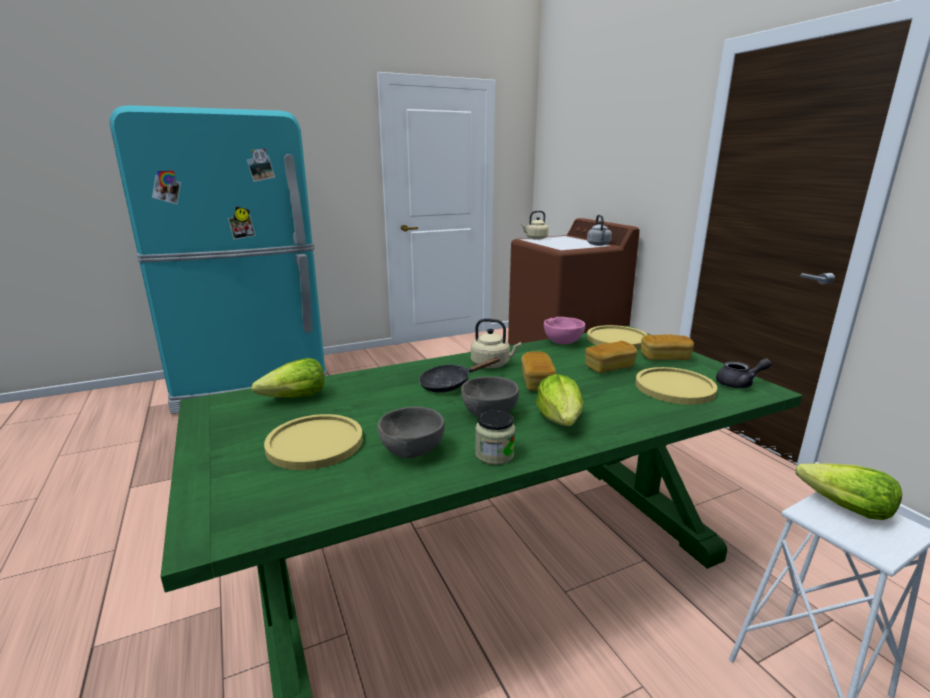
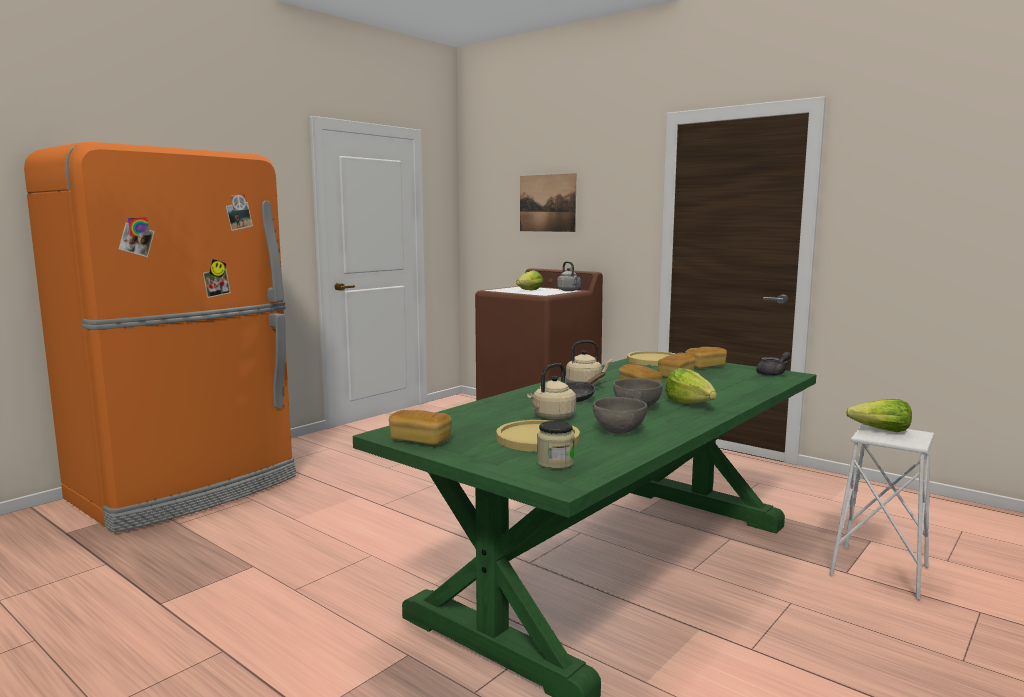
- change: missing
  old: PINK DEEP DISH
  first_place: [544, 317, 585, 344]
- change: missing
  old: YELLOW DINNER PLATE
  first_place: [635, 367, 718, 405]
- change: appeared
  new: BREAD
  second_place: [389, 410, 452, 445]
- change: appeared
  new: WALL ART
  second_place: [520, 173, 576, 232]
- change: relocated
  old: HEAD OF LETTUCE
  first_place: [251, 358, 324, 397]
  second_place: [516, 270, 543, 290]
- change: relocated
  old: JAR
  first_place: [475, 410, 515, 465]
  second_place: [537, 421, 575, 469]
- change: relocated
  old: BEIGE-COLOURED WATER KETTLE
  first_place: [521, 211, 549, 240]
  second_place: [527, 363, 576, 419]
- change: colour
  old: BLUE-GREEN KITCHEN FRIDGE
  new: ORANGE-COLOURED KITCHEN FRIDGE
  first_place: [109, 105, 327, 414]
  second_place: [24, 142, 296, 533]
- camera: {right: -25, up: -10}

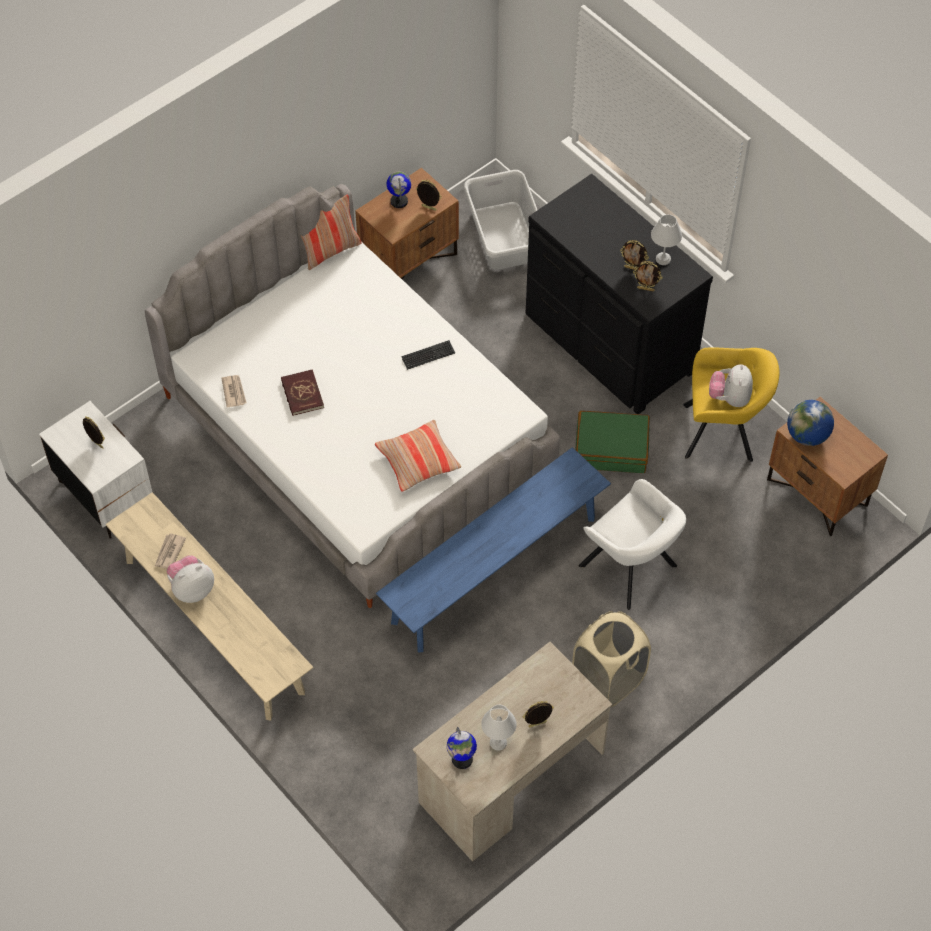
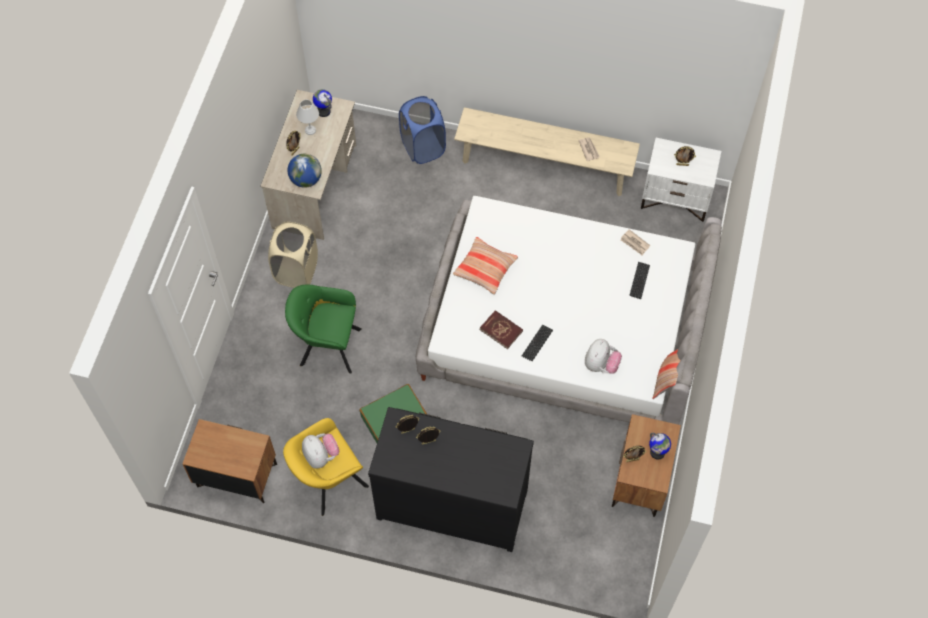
- change: missing
  old: BLUE BENCH
  first_place: [376, 447, 611, 652]
- change: missing
  old: GRAY HAMPER
  first_place: [463, 170, 537, 270]
- change: missing
  old: WHITISH TABLE LAMP
  first_place: [651, 214, 682, 265]
- change: appeared
  new: BLUE HAMPER
  second_place: [399, 96, 446, 164]
- change: appeared
  new: PC KEYBOARD
  second_place: [629, 262, 650, 299]
- change: relocated
  old: PLUSH TOY
  first_place: [167, 555, 214, 603]
  second_place: [585, 339, 622, 374]
- change: relocated
  old: RED BOOK
  first_place: [281, 369, 324, 416]
  second_place: [480, 310, 523, 349]
- change: relocated
  old: WORLD GLOBE
  first_place: [787, 400, 834, 446]
  second_place: [288, 154, 322, 188]
- change: colour
  old: WHITISH ARMCHAIR
  new: GREENISH ARMCHAIR
  first_place: [579, 479, 686, 610]
  second_place: [285, 284, 362, 374]
- camera: {right: 145, up: 5}

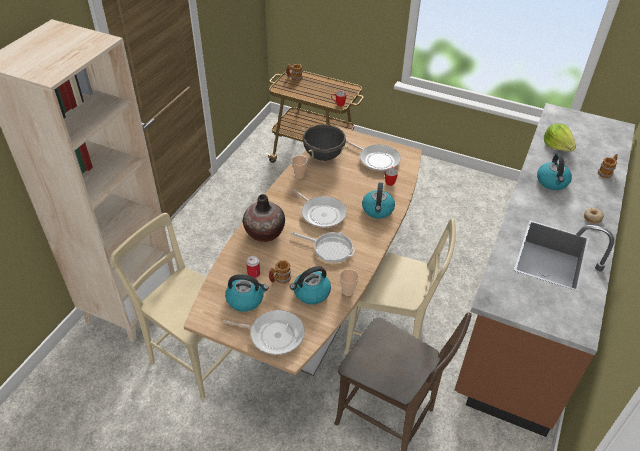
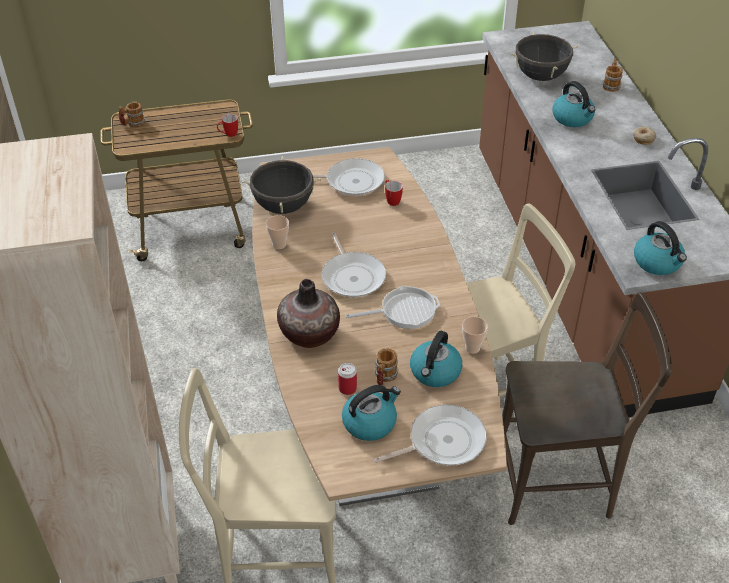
- change: relocated
  old: WATER KETTLE
  first_place: [362, 182, 395, 218]
  second_place: [634, 221, 687, 275]
- change: exchanged
  old: HEAD OF LETTUCE
  new: BLACK-COLOURED COOKING POT
  first_place: [544, 123, 576, 151]
  second_place: [510, 32, 578, 81]
- change: spun
  old: FRYING PAN
  first_place: [292, 188, 347, 228]
  second_place: [322, 232, 386, 297]
  degrees: 60
- camera: {right: -35, up: 0}

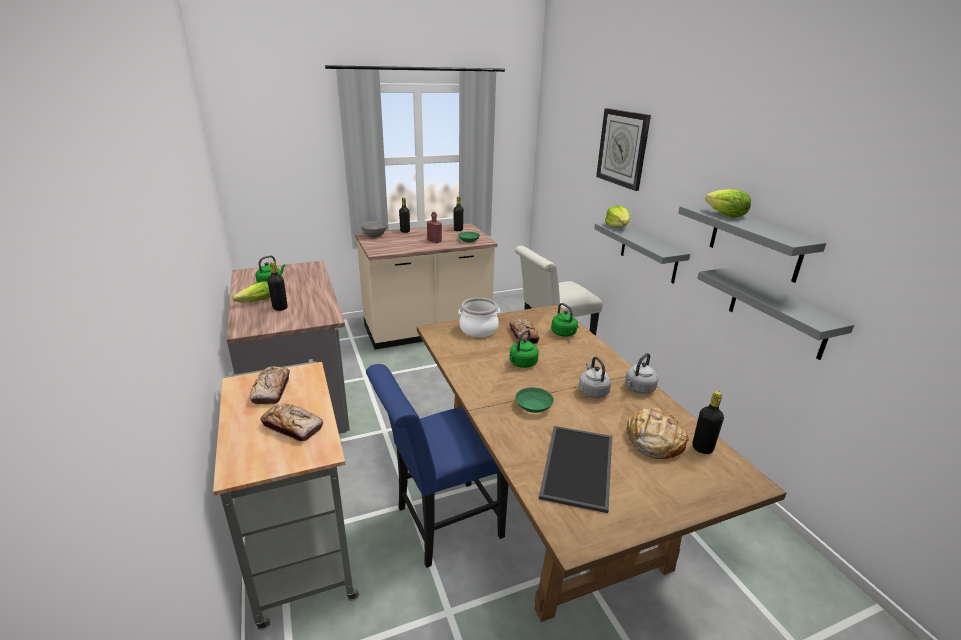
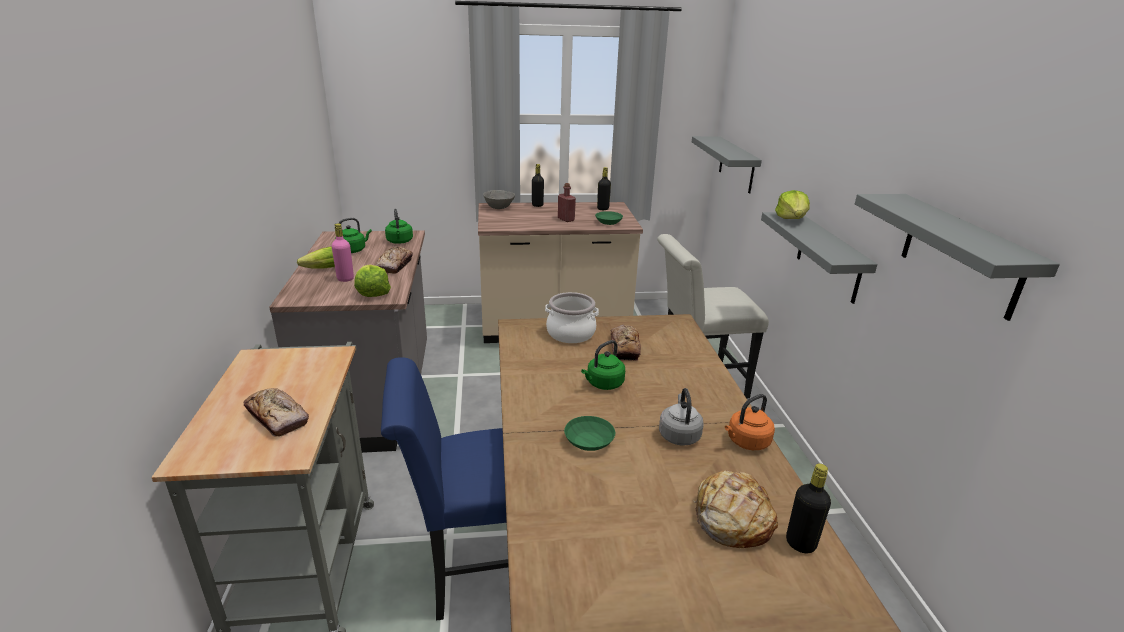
- change: missing
  old: CARRYING TRAY
  first_place: [539, 426, 612, 513]
- change: missing
  old: WALL CLOCK
  first_place: [596, 108, 651, 191]
- change: relocated
  old: BREAD
  first_place: [250, 366, 290, 405]
  second_place: [375, 246, 413, 274]
- change: relocated
  old: GREENISH WATER KETTLE
  first_place: [551, 303, 578, 337]
  second_place: [385, 209, 413, 244]
- change: relocated
  old: GRAY WALL SHELF
  first_place: [697, 268, 854, 360]
  second_place: [692, 136, 762, 193]
- change: relocated
  old: HEAD OF LETTUCE
  first_place: [705, 189, 751, 217]
  second_place: [354, 264, 391, 297]
- change: colour
  old: BLACK-COLOURED BEVERAGE BOTTLE
  new: PINK BEVERAGE BOTTLE
  first_place: [267, 261, 288, 311]
  second_place: [332, 223, 354, 282]
- change: colour
  old: GRAY WATER KETTLE
  new: ORANGE-COLOURED WATER KETTLE
  first_place: [625, 353, 658, 394]
  second_place: [725, 394, 775, 450]
- camera: {right: 15, up: 0}

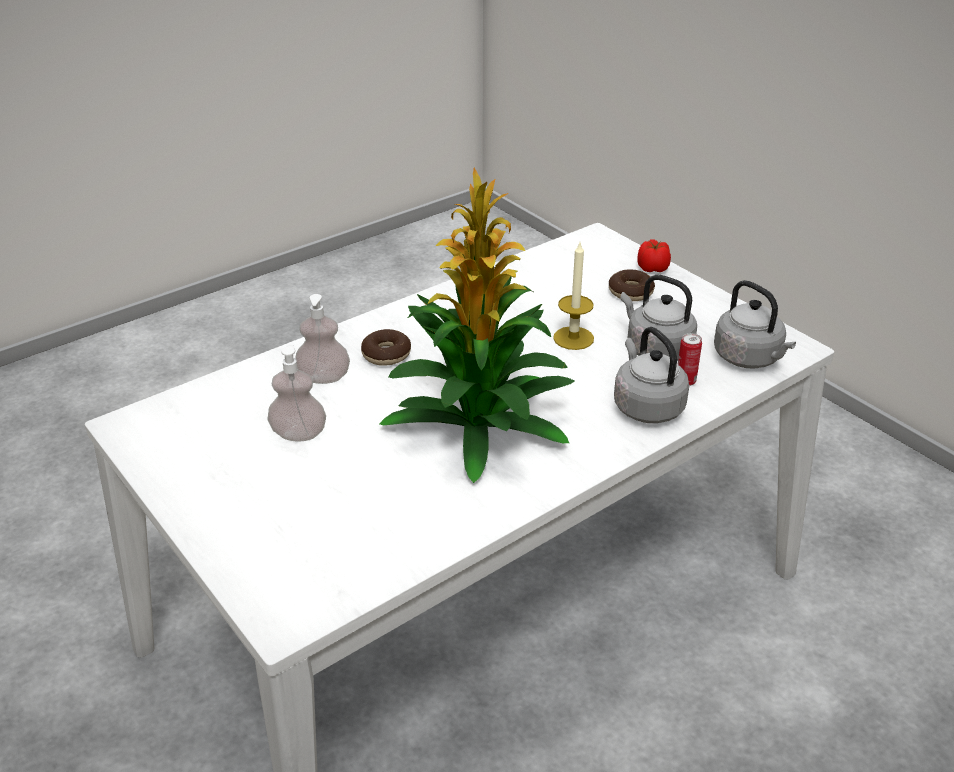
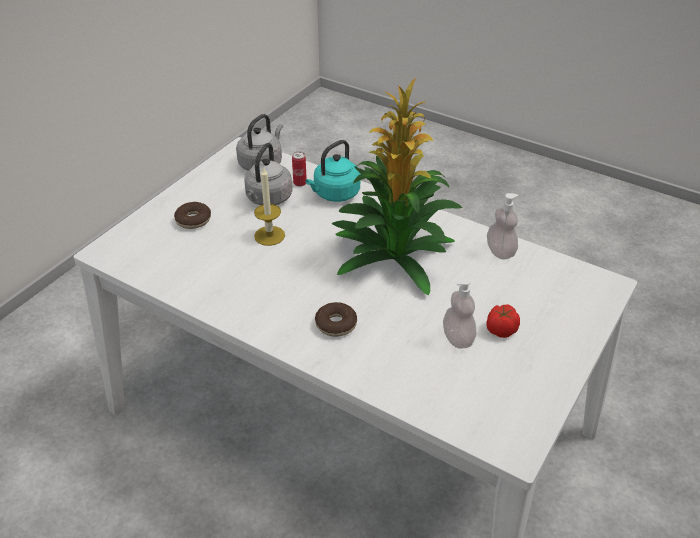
- change: relocated
  old: LIQUID SOAP BOTTLE
  first_place: [295, 294, 350, 384]
  second_place: [487, 193, 518, 259]
- change: relocated
  old: TOMATO
  first_place: [638, 239, 671, 272]
  second_place: [486, 304, 520, 338]
- change: colour
  old: GRAY WATER KETTLE
  new: BLUE-GREEN WATER KETTLE
  first_place: [614, 327, 689, 423]
  second_place: [305, 140, 360, 202]
- camera: {right: -110, up: 5}

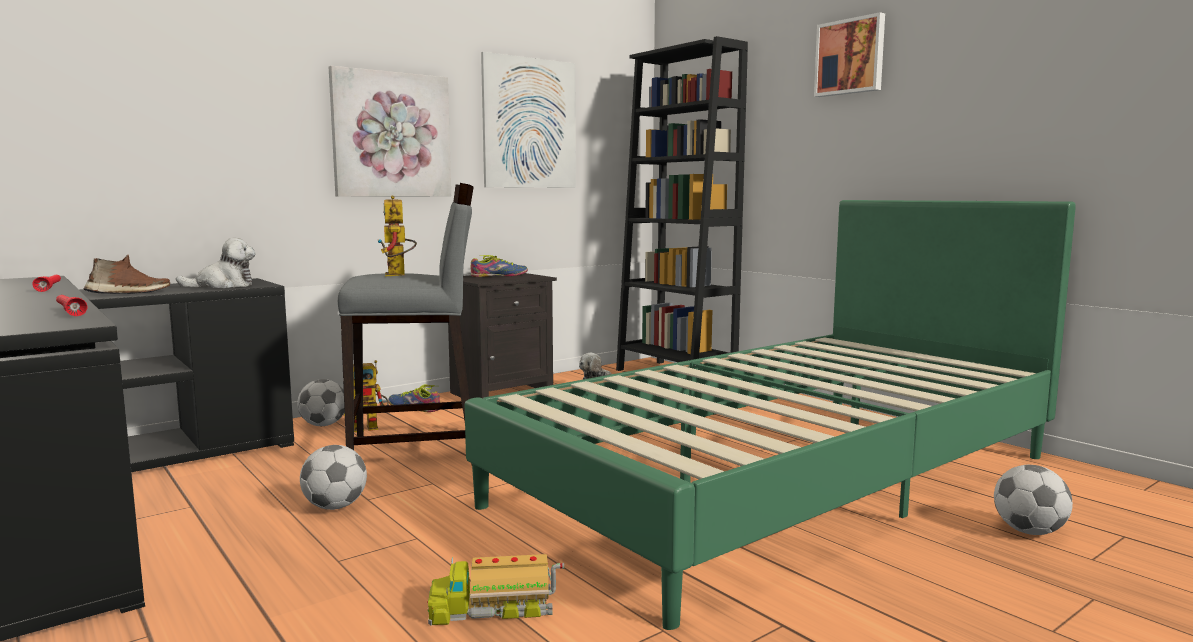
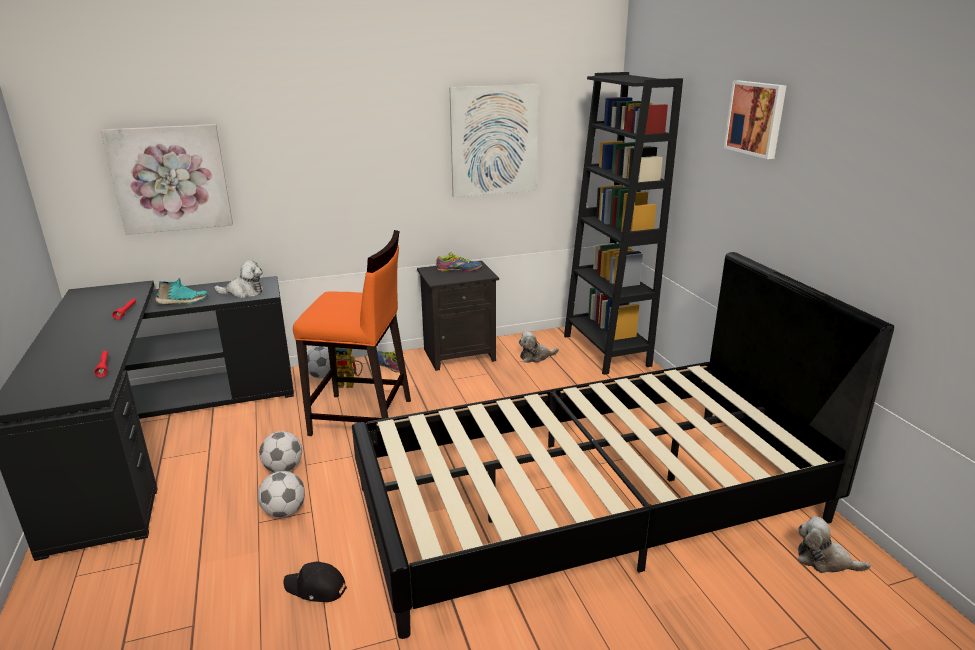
- change: missing
  old: MODEL ROBOT
  first_place: [377, 196, 417, 277]
- change: appeared
  new: PLUSH TOY
  second_place: [798, 516, 871, 573]
- change: relocated
  old: WALL ART
  first_place: [329, 66, 451, 197]
  second_place: [101, 124, 233, 235]
- change: relocated
  old: BALL FOR FOOTBALL
  first_place: [994, 465, 1073, 535]
  second_place: [258, 471, 305, 518]
- change: exchanged
  old: TOY LORRY
  new: BLACK-COLOURED BASEBALL CAP
  first_place: [428, 554, 564, 625]
  second_place: [283, 561, 347, 602]
- change: colour
  old: BROWNISH LOW SHOE
  new: BLUE-GREEN LOW SHOE
  first_place: [84, 254, 170, 294]
  second_place: [155, 278, 208, 305]
- change: colour
  old: GRAY STOOL SEAT
  new: ORANGE-COLOURED STOOL SEAT
  first_place: [338, 183, 474, 464]
  second_place: [293, 230, 411, 436]
- change: colour
  old: GREENISH SLEEPING BED
  new: BLACK-COLOURED SLEEPING BED
  first_place: [465, 200, 1076, 630]
  second_place: [352, 252, 894, 639]
- camera: {right: 20, up: 15}

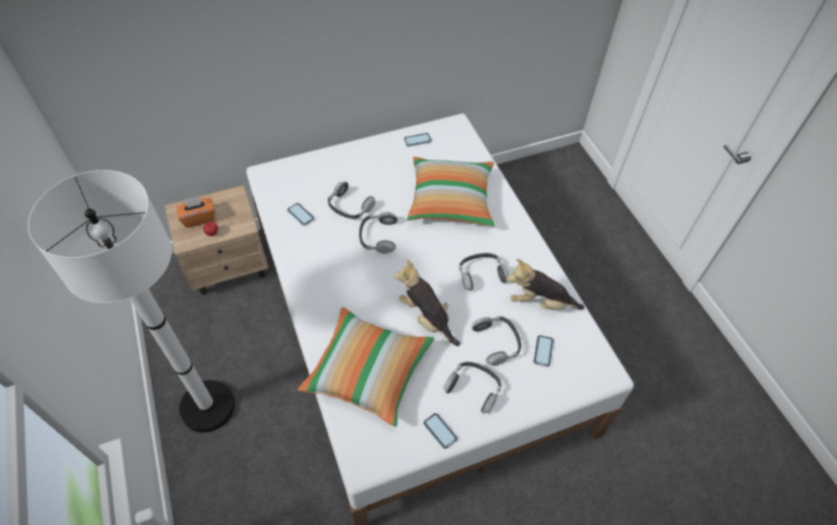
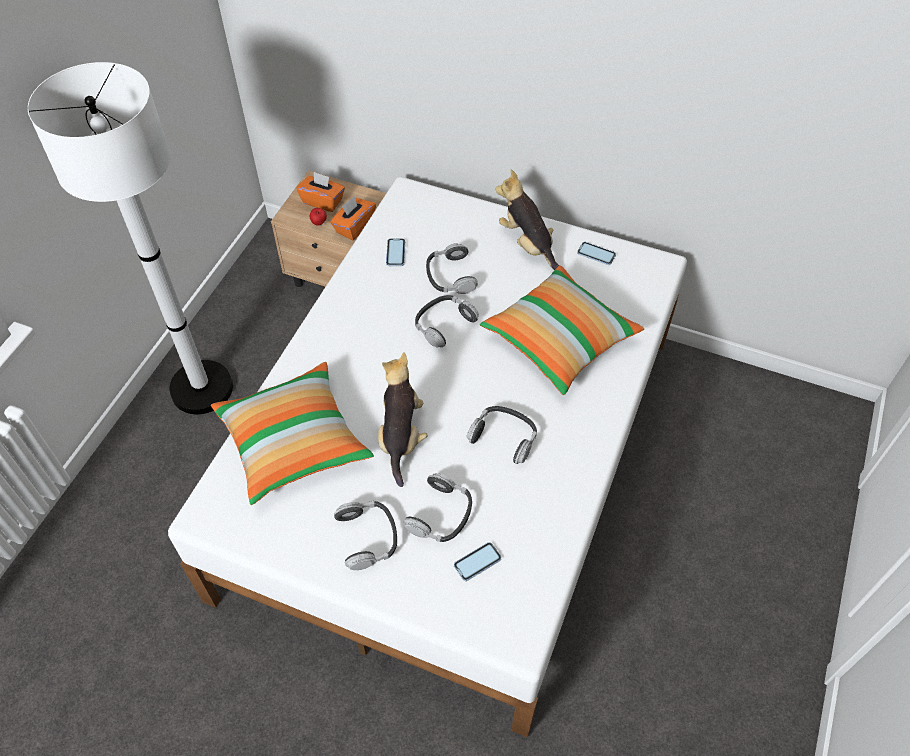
- change: missing
  old: PHONE
  first_place: [423, 413, 458, 449]
- change: appeared
  new: ORANGE-COLOURED TISSUE HOLDER
  second_place: [330, 196, 376, 240]
- change: relocated
  old: PLUSH TOY
  first_place: [507, 259, 584, 311]
  second_place: [495, 170, 559, 270]
- camera: {right: 45, up: 0}

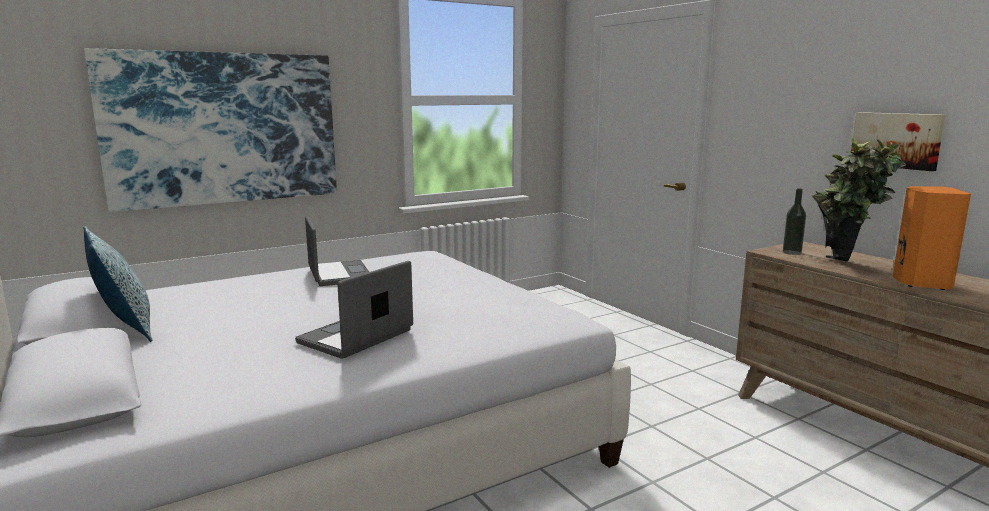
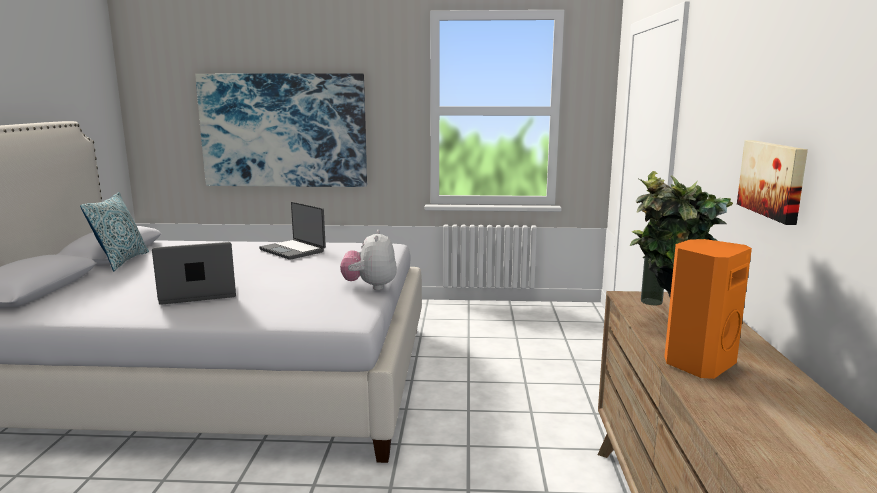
- change: appeared
  new: PLUSH TOY
  second_place: [340, 230, 397, 290]
- change: spun
  old: NOTEBOOK COMPUTER
  first_place: [305, 216, 369, 286]
  second_place: [259, 202, 326, 260]
  degrees: 120
- camera: {right: 35, up: 0}

